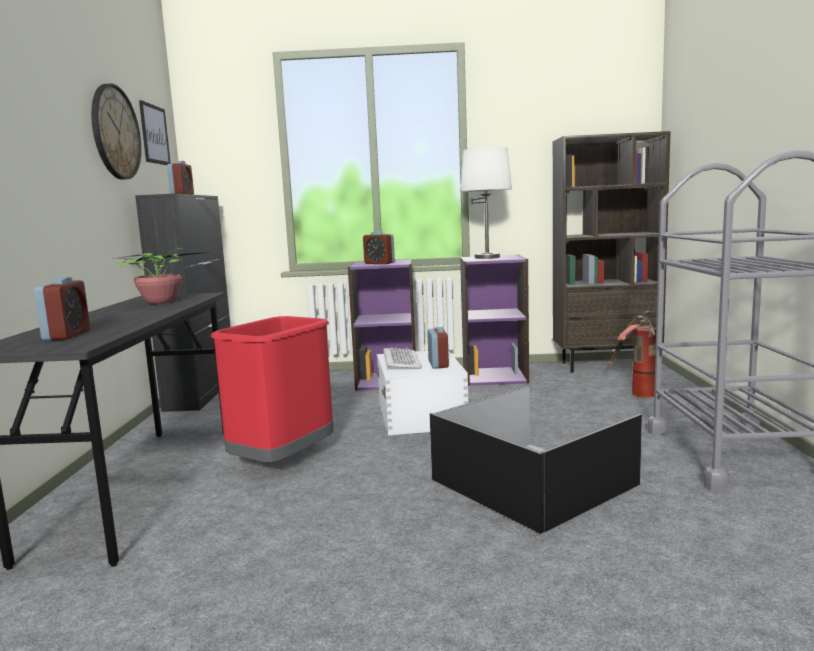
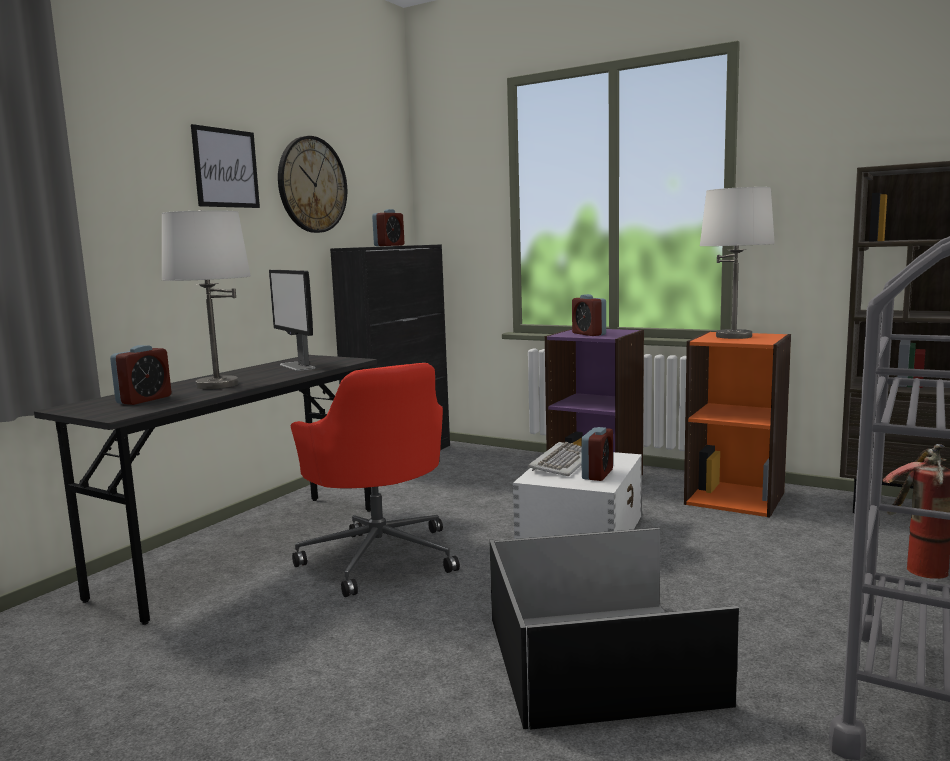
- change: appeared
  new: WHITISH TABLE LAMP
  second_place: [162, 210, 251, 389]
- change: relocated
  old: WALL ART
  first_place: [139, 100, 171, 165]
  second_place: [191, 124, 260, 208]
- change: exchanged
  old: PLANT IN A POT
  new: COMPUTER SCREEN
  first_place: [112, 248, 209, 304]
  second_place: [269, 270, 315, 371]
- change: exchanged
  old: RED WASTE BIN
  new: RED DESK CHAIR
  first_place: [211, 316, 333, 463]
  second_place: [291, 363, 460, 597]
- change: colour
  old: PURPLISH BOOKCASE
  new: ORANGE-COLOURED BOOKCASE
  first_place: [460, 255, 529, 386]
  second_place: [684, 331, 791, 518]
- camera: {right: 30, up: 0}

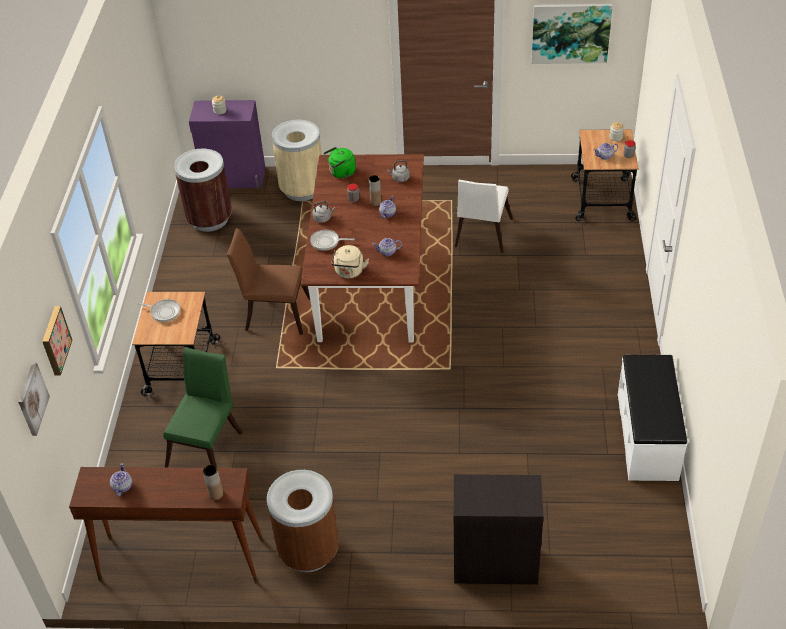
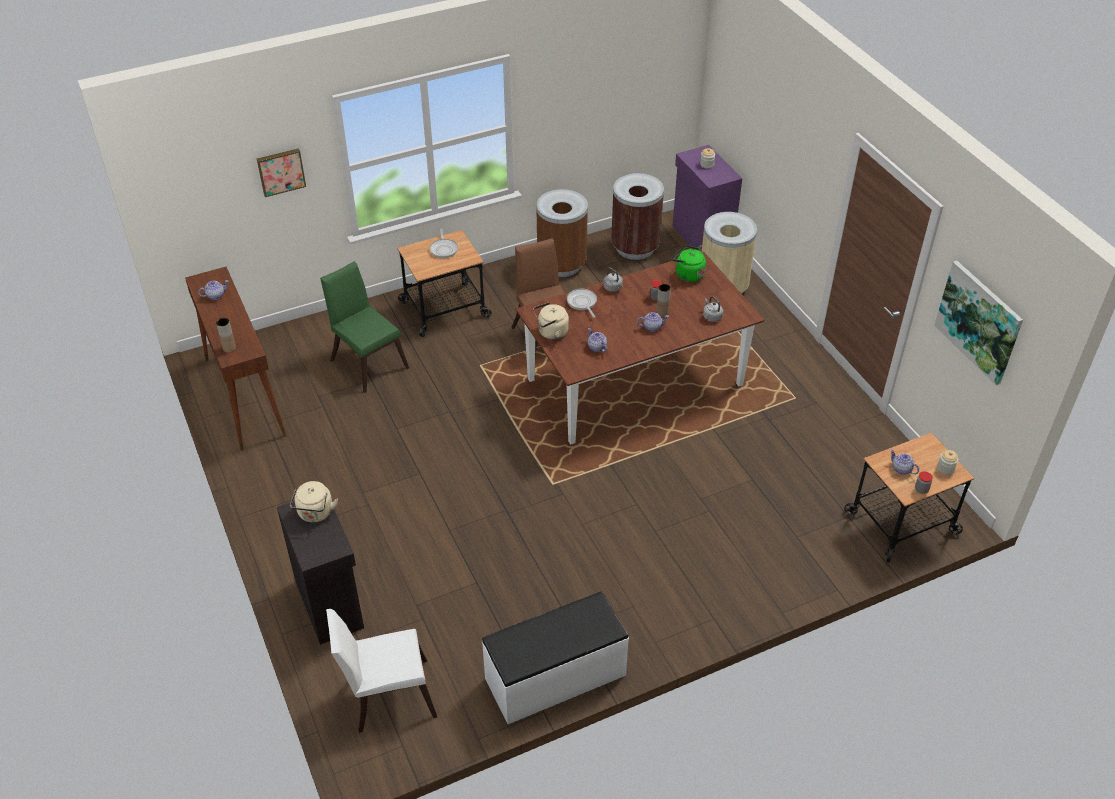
- change: missing
  old: WALL ART
  first_place: [18, 362, 50, 436]
- change: appeared
  new: BEIGE-COLOURED WATER KETTLE
  second_place: [290, 481, 338, 522]
- change: relocated
  old: BROWNISH WASTE BIN
  first_place: [267, 470, 339, 572]
  second_place: [536, 189, 588, 277]
- change: relocated
  old: WHITISH PLAIN CHAIR
  first_place: [455, 180, 513, 253]
  second_place: [326, 609, 437, 733]
- change: spun
  old: GREENISH PLAIN CHAIR
  first_place: [163, 347, 242, 468]
  second_place: [320, 261, 409, 393]
  degrees: -120
- camera: {right: 60, up: 0}

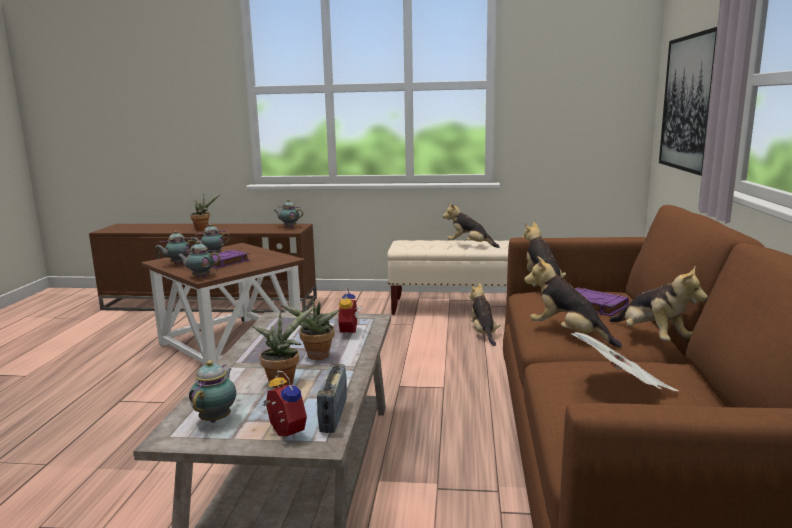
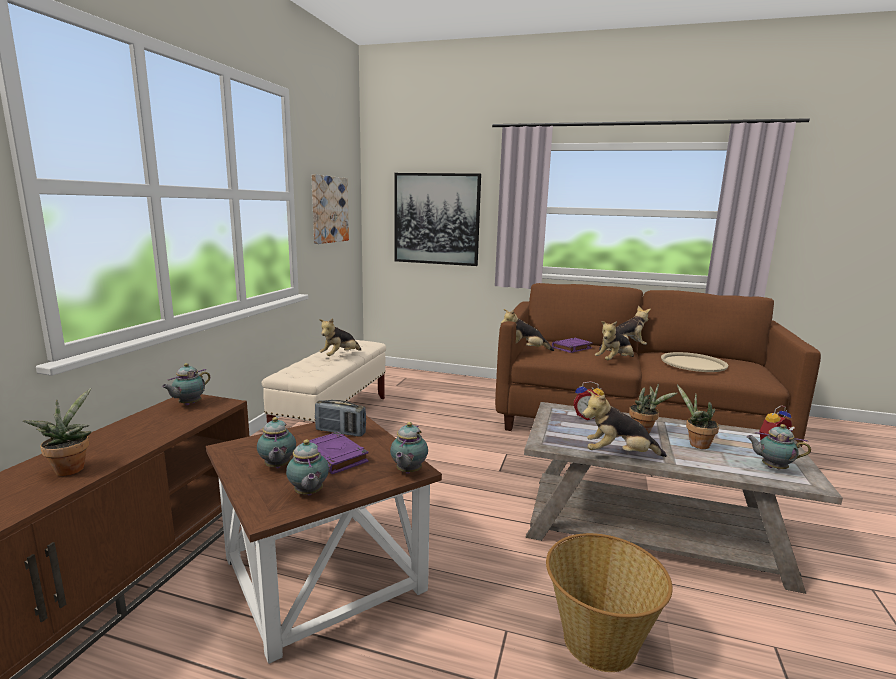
- change: appeared
  new: WALL ART
  second_place: [312, 174, 349, 244]
- change: appeared
  new: BASKET
  second_place: [546, 533, 673, 672]
- change: relocated
  old: RADIO
  first_place: [317, 364, 347, 433]
  second_place: [315, 400, 366, 437]
- change: relocated
  old: PLUSH TOY
  first_place: [470, 283, 500, 346]
  second_place: [582, 390, 667, 457]
- change: exchanged
  old: NEWSPAPER
  new: BEIGE-COLOURED CARRYING TRAY
  first_place: [570, 332, 679, 391]
  second_place: [661, 352, 728, 372]
- camera: {right: -80, up: 0}

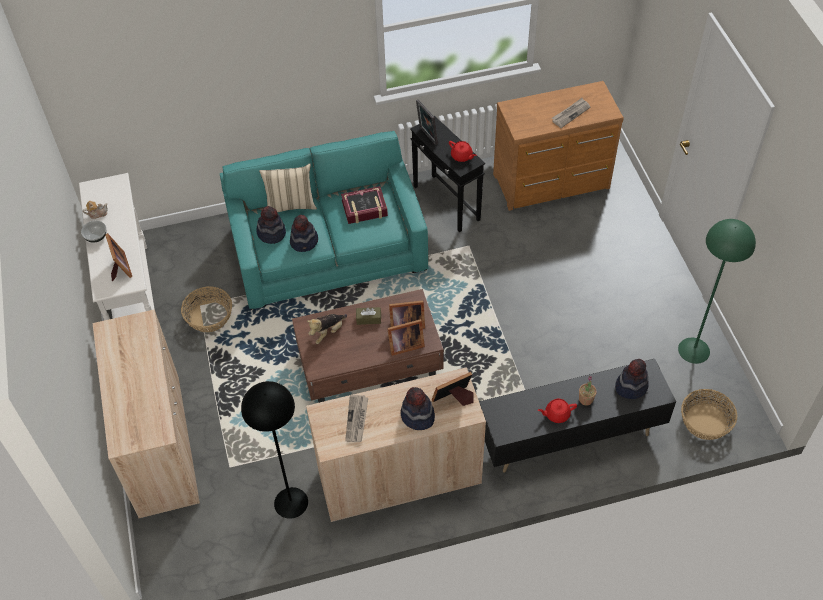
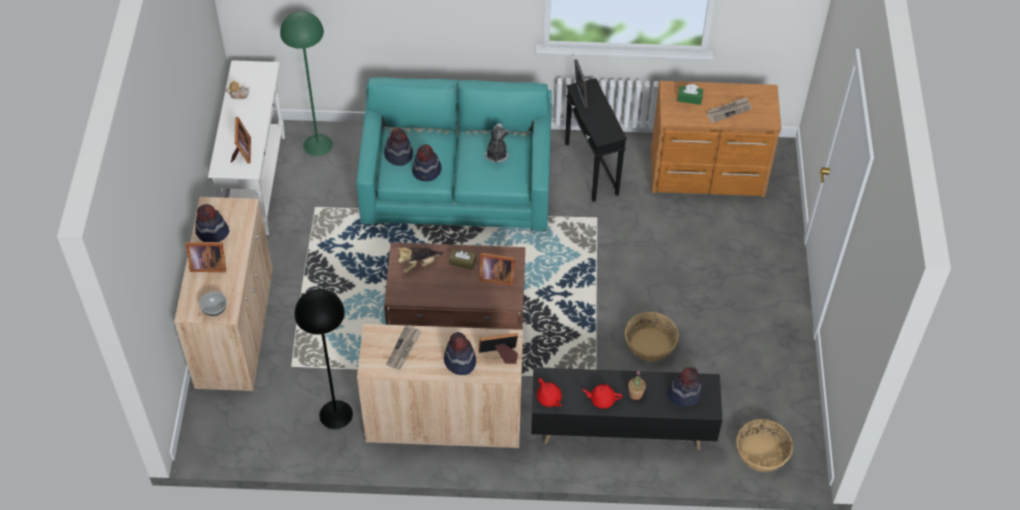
- change: missing
  old: BEIGE-COLOURED PILLOW
  first_place: [259, 163, 317, 212]
- change: appeared
  new: WEARABLE HAT
  second_place: [195, 204, 229, 242]
- change: appeared
  new: GREENISH TISSUE HOLDER
  second_place: [678, 84, 703, 105]
- change: relocated
  old: DEEP DISH
  first_place: [81, 221, 106, 243]
  second_place: [199, 292, 227, 316]
- change: relocated
  old: BASKET
  first_place: [181, 286, 232, 332]
  second_place: [625, 312, 679, 361]
- change: relocated
  old: PHOTO FRAME
  first_place: [387, 319, 425, 356]
  second_place: [186, 242, 226, 272]
- change: relocated
  old: RED TEA POT
  first_place: [449, 141, 477, 162]
  second_place: [537, 378, 562, 407]
- change: relocated
  old: GREENISH STANDING LAMP
  first_place: [678, 219, 756, 364]
  second_place: [280, 11, 333, 156]
- change: exchanged
  old: BOOK
  new: PLUSH TOY
  first_place: [341, 186, 388, 224]
  second_place: [485, 123, 510, 163]
- camera: {right: 15, up: 0}

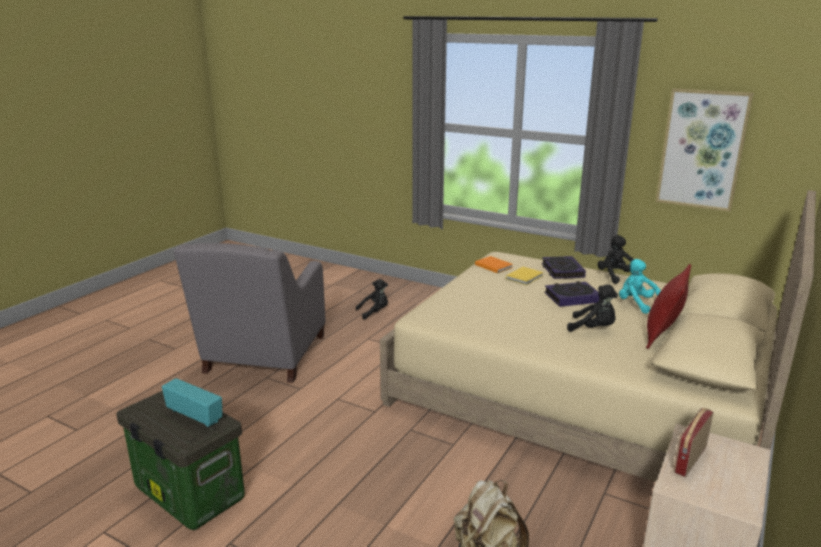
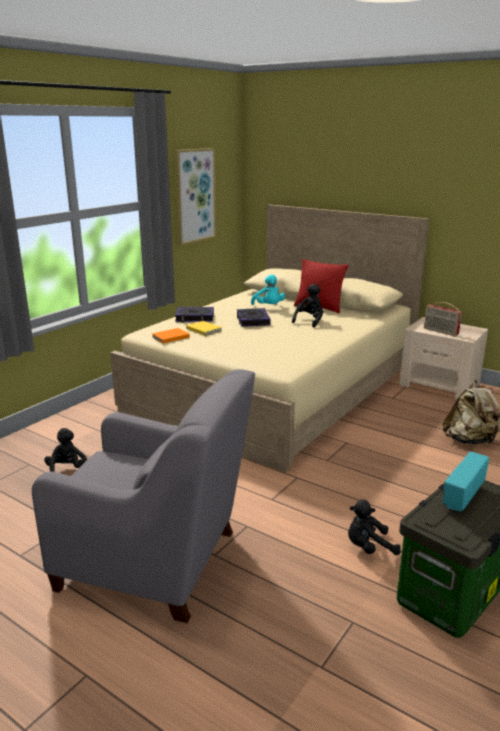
- change: relocated
  old: BLACK-COLOURED PLUSH TOY
  first_place: [597, 235, 634, 284]
  second_place: [348, 499, 401, 555]
- change: spun
  old: BLUE-GREEN PLUSH TOY
  first_place: [619, 259, 661, 314]
  second_place: [251, 275, 285, 305]
  degrees: -90
- camera: {right: -85, up: 0}

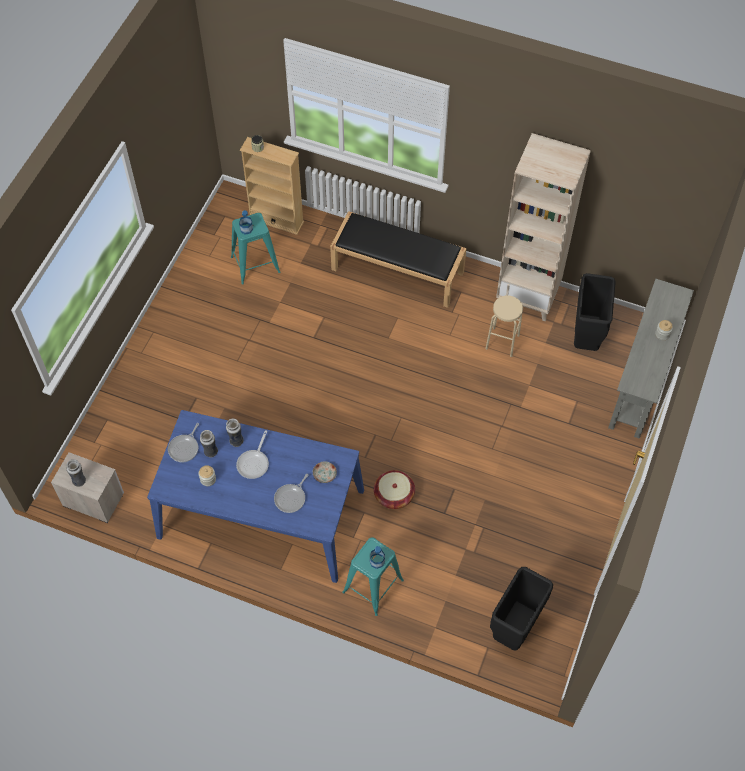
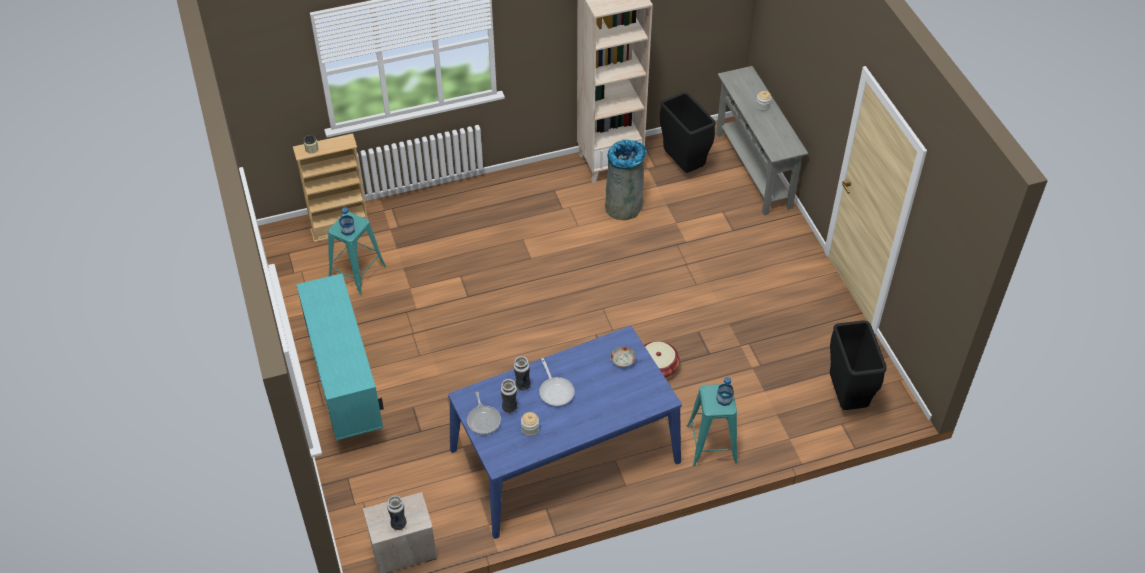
- change: missing
  old: FRYING PAN
  first_place: [274, 474, 309, 513]
- change: missing
  old: BLACK-COLOURED BENCH
  first_place: [330, 211, 467, 308]
- change: appeared
  new: BLUE-GREEN CUPBOARD
  second_place: [296, 273, 384, 440]
- change: exchanged
  old: BEIGE-COLOURED STOOL SEAT
  new: GRAY WASTE BIN
  first_place: [485, 295, 523, 357]
  second_place: [605, 140, 647, 220]
- camera: {right: -40, up: -10}

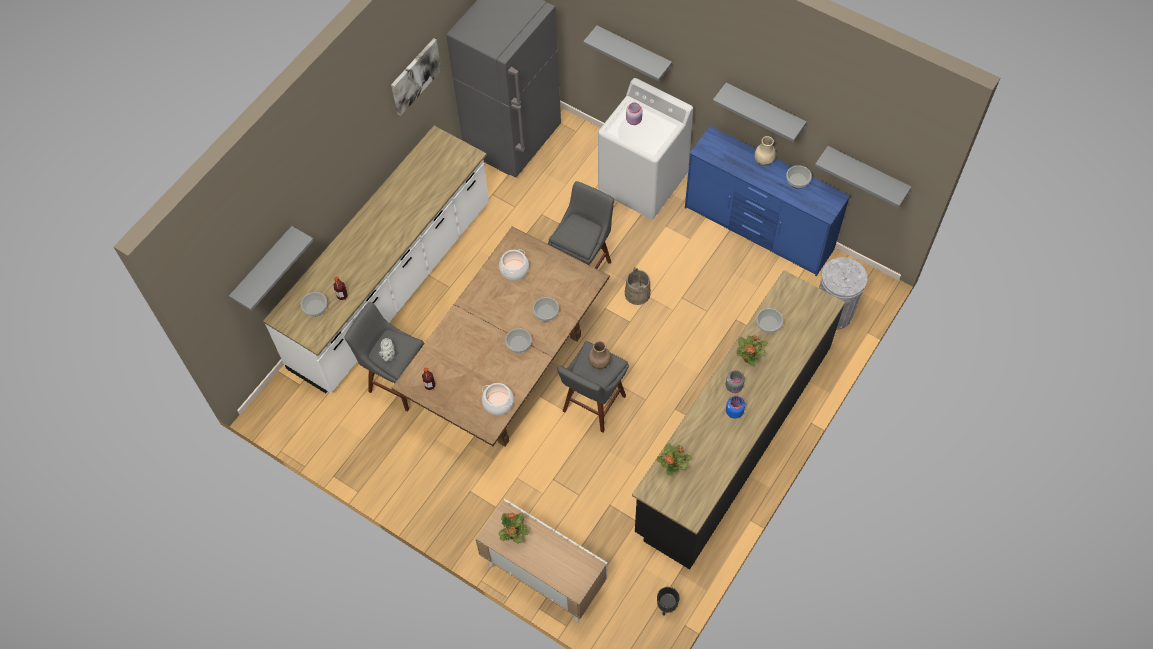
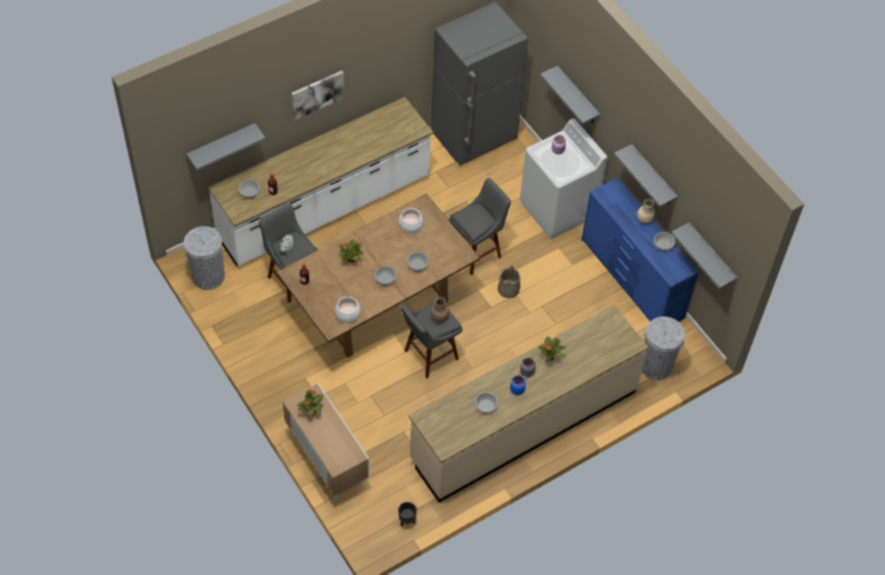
- change: appeared
  new: GRAY WASTE BIN
  second_place: [184, 226, 225, 290]
- change: relocated
  old: WALL ART
  first_place: [391, 38, 441, 116]
  second_place: [291, 71, 345, 120]
- change: relocated
  old: PLANT IN A POT
  first_place: [656, 443, 692, 476]
  second_place: [338, 239, 363, 263]
- change: relocated
  old: DEEP DISH
  first_place: [756, 308, 783, 333]
  second_place: [475, 392, 498, 414]
- change: colour
  old: BLACK-COLOURED KITCHEN BASE UNIT
  new: BEIGE-COLOURED KITCHEN BASE UNIT
  first_place: [632, 270, 845, 569]
  second_place: [409, 306, 649, 503]
- camera: {right: 20, up: -5}

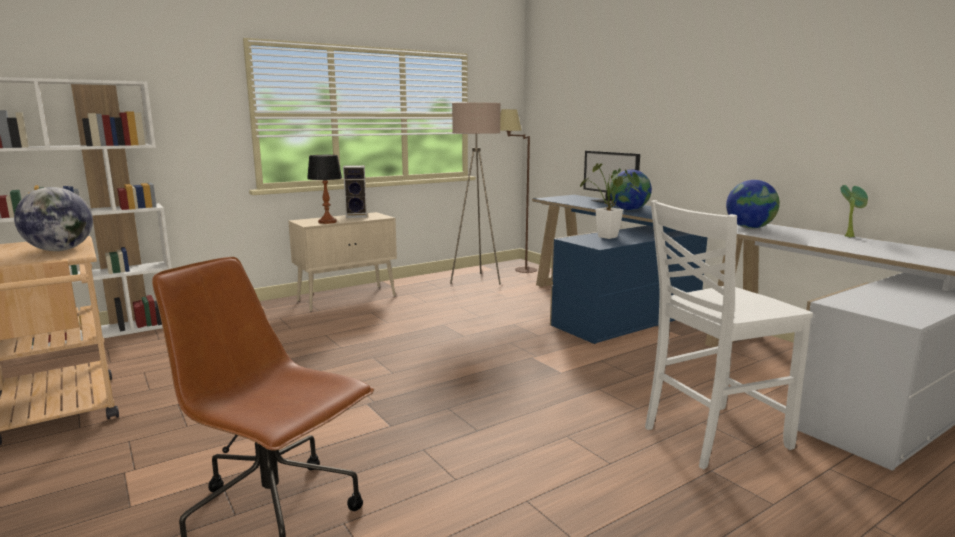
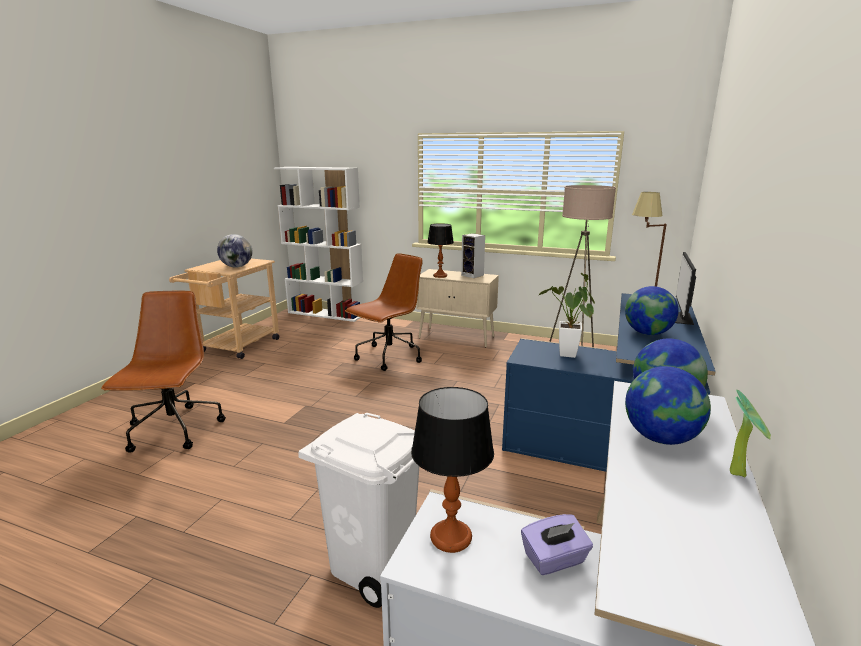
- change: appeared
  new: BROWNISH DESK CHAIR
  second_place: [345, 253, 423, 371]
- change: appeared
  new: TABLE LAMP
  second_place: [411, 387, 494, 553]
- change: appeared
  new: PURPLISH TISSUE HOLDER
  second_place: [521, 514, 593, 575]
- change: appeared
  new: WORLD GLOBE
  second_place: [625, 366, 711, 445]
- change: exchanged
  old: WHITISH PLAIN CHAIR
  new: WHITISH WASTE BIN
  first_place: [645, 200, 813, 469]
  second_place: [298, 413, 419, 608]
- camera: {right: 55, up: 5}

